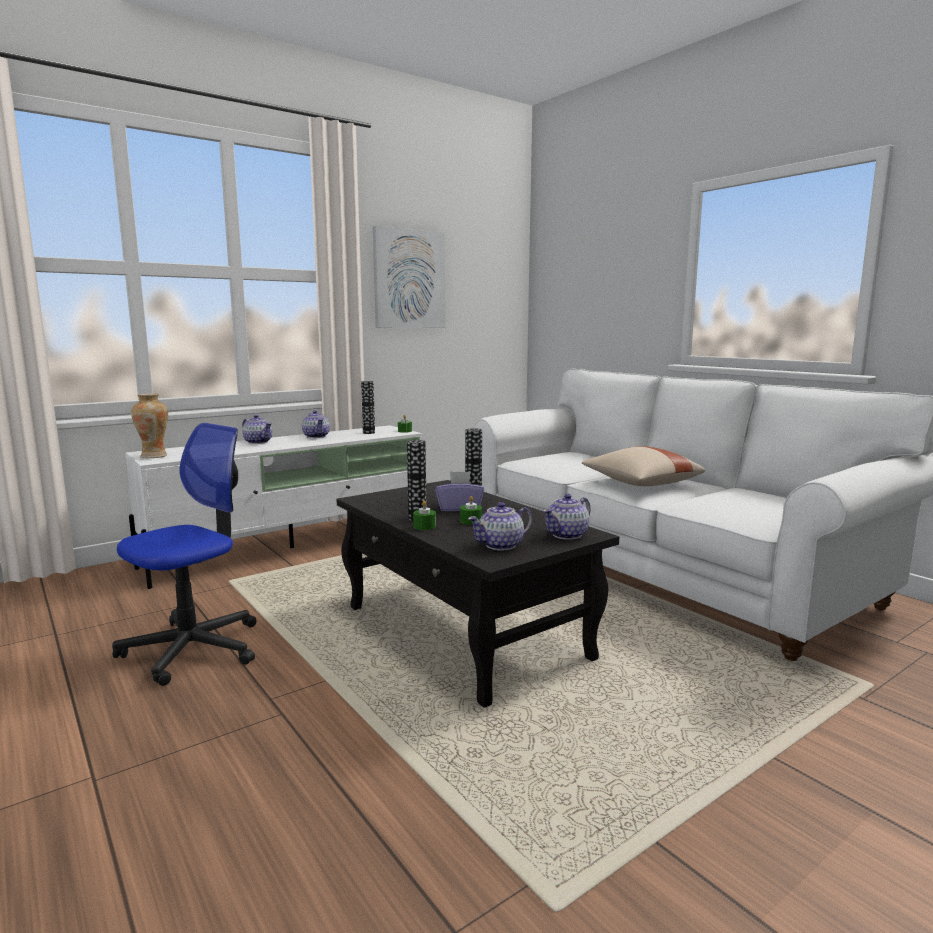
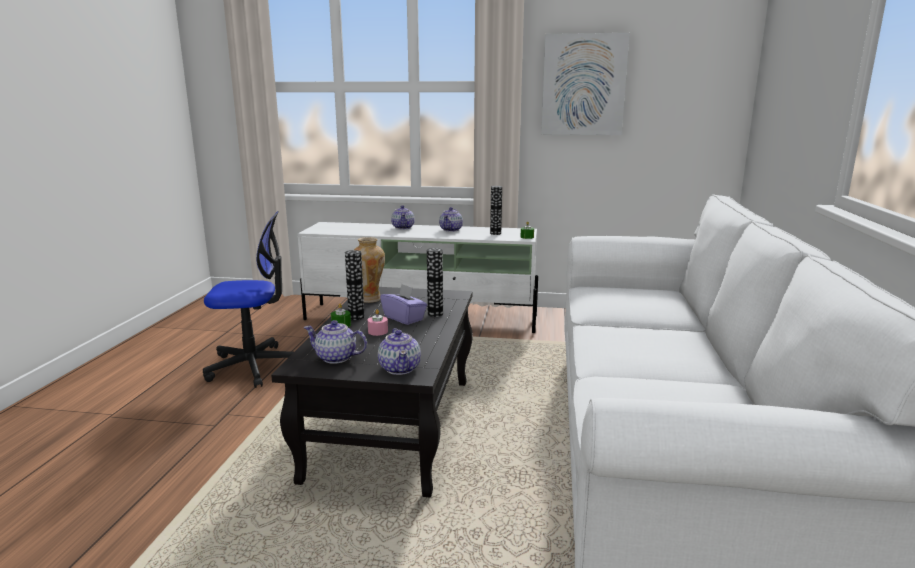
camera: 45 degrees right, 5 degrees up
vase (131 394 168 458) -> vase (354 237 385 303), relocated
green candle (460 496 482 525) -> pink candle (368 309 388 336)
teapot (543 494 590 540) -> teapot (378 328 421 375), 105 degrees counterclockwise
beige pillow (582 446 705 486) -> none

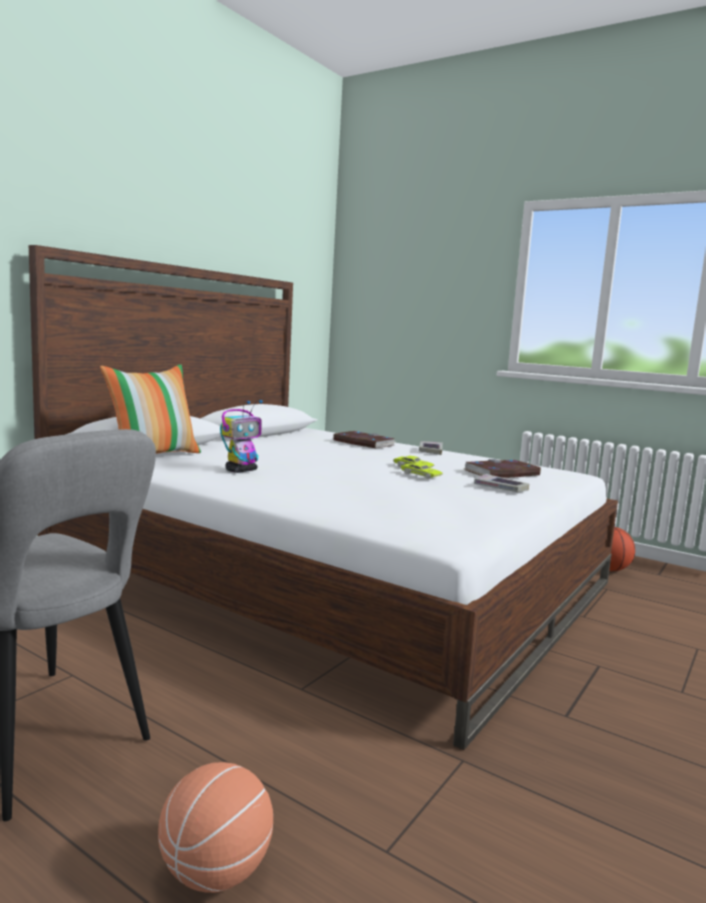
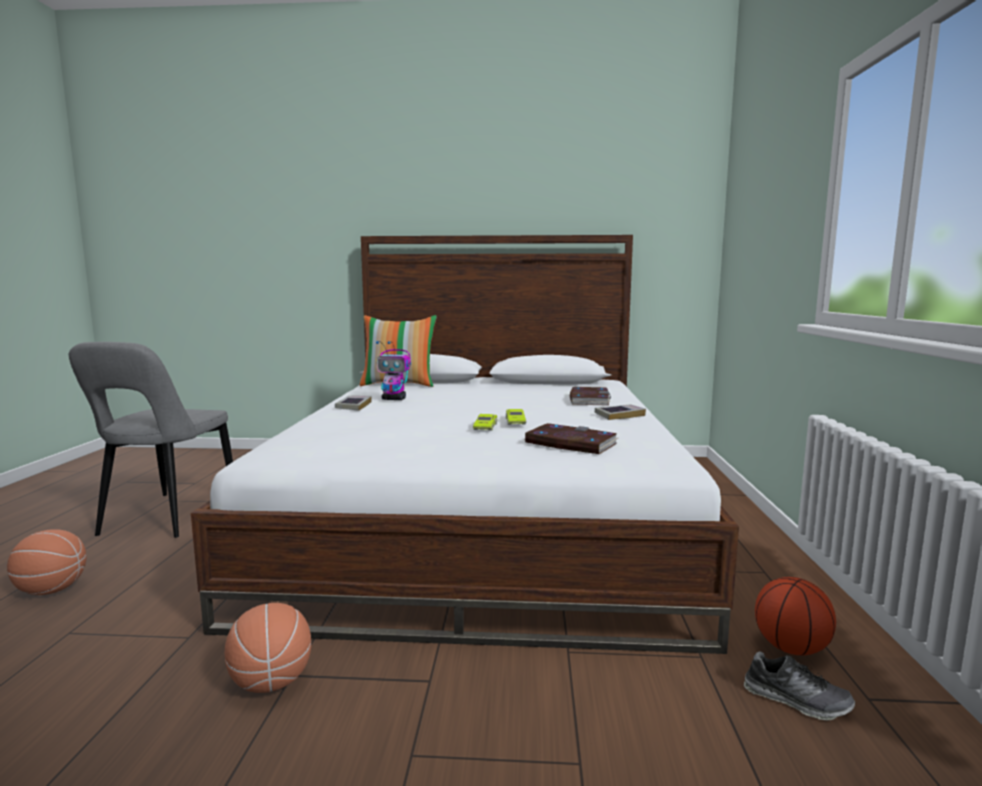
camera: 60 degrees right, 0 degrees up
book (474 474 529 492) -> book (335 396 372 411), relocated
none -> basketball (225 603 311 693)
none -> shoe (744 652 855 721)

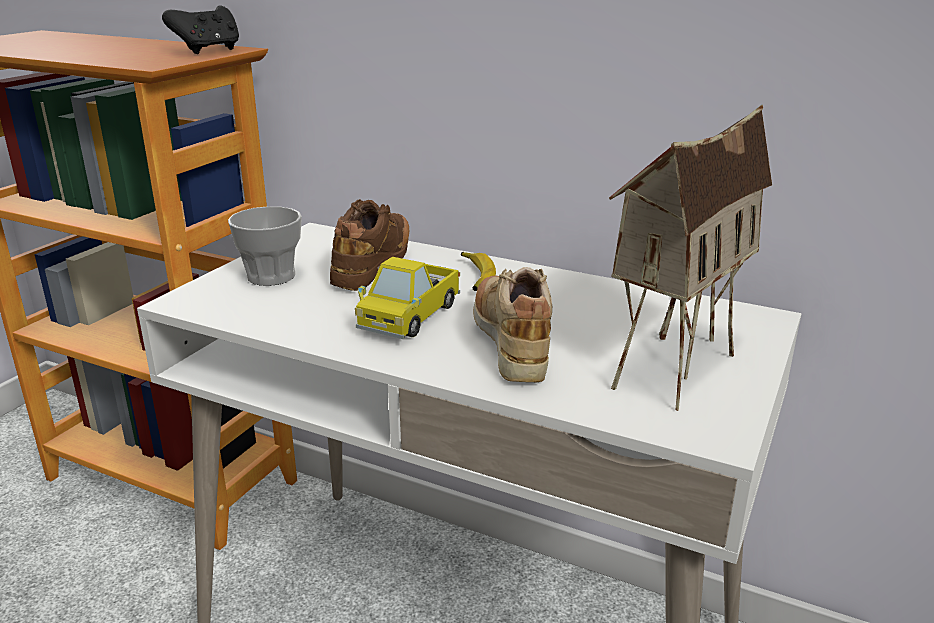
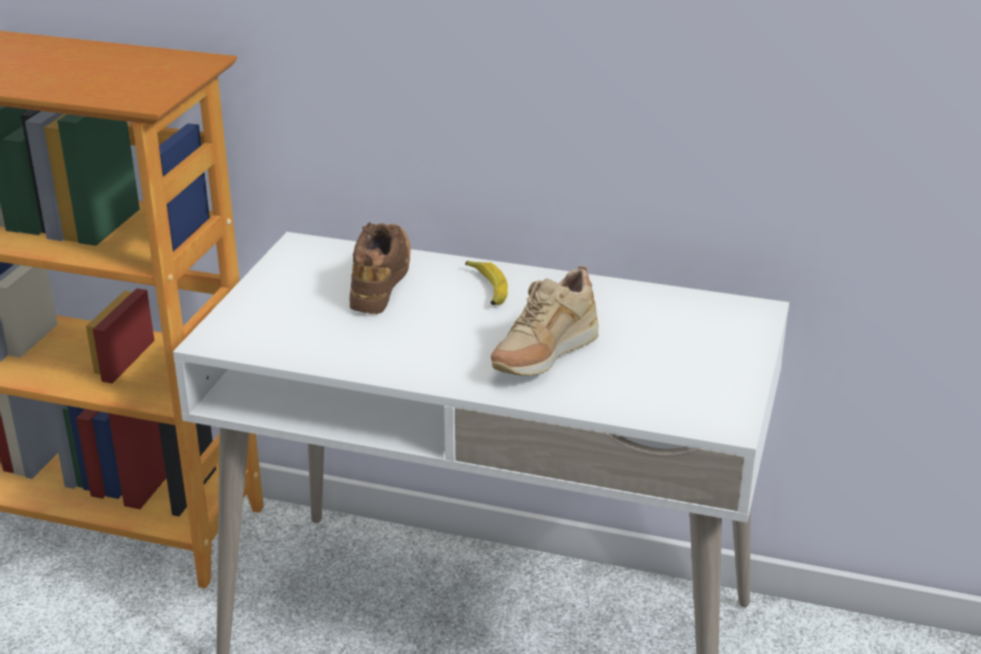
camera: 10 degrees left, 5 degrees up
black game controller (162 6 239 54) -> none
cup (228 206 302 286) -> none
toy truck (355 257 460 339) -> none
beige shoe (473 267 552 382) -> beige shoe (491 266 598 376), 120 degrees counterclockwise
toy house (609 105 772 411) -> none

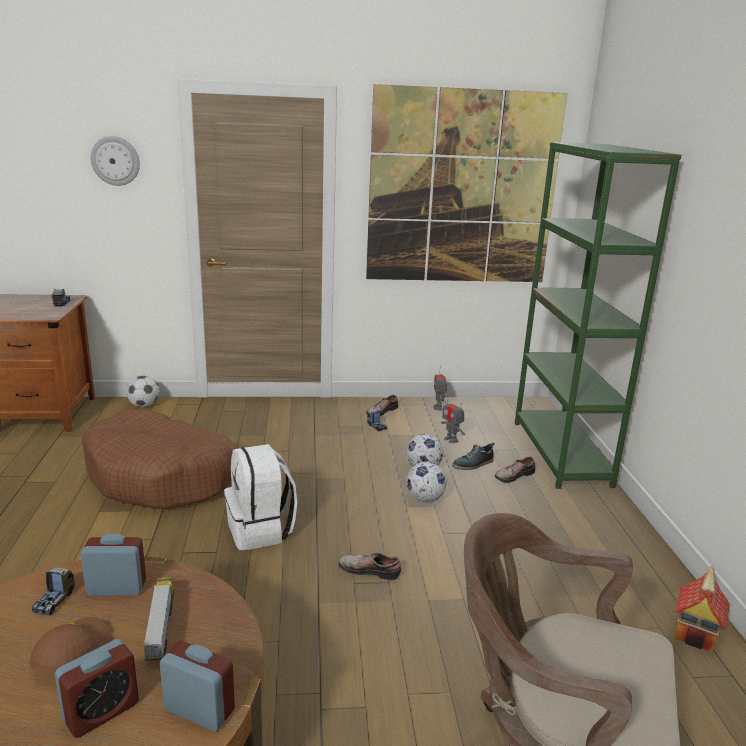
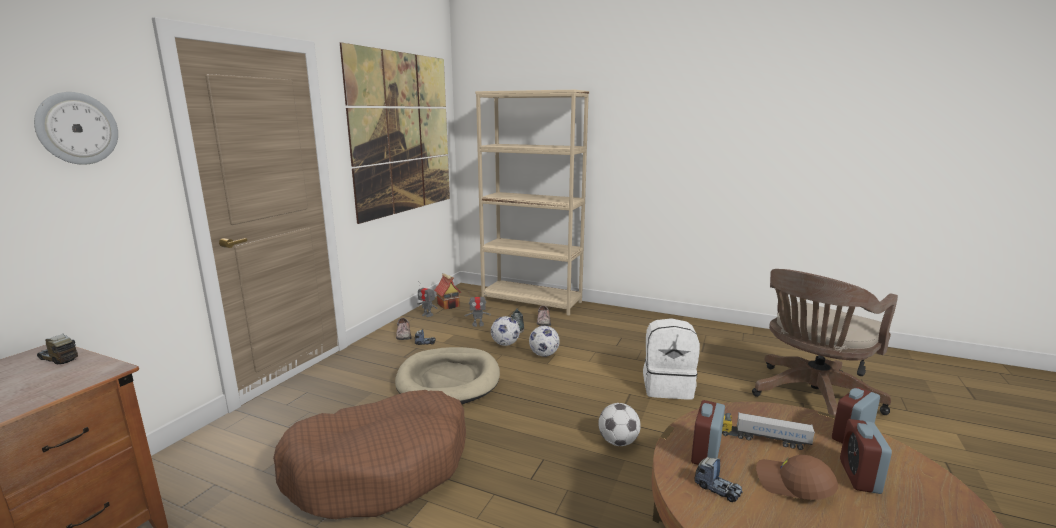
camera: 60 degrees left, 5 degrees down
alarm clock (55 639 139 738) -> alarm clock (840 419 892 494), 150 degrees counterclockwise
football (126 376 159 407) -> football (598 403 641 446), relocated
white backpack (224 444 297 550) -> white backpack (643 318 700 399), relocated
shoe (339 553 401 580) -> none
green bookcase (515 142 681 489) -> beige bookcase (475 90 589 316)
toy house (675 565 729 652) -> toy house (434 273 461 310), relocated
none -> beige dog bed (395 347 500 404)

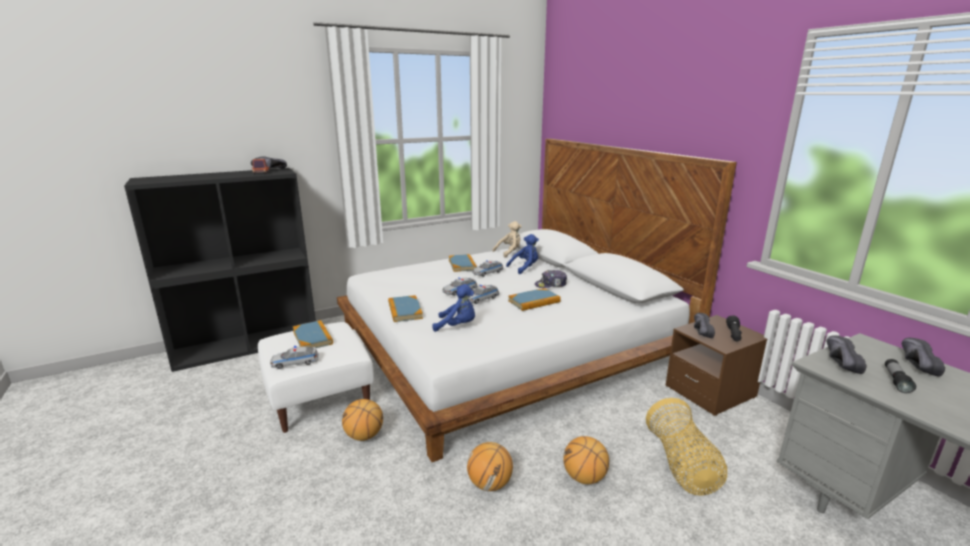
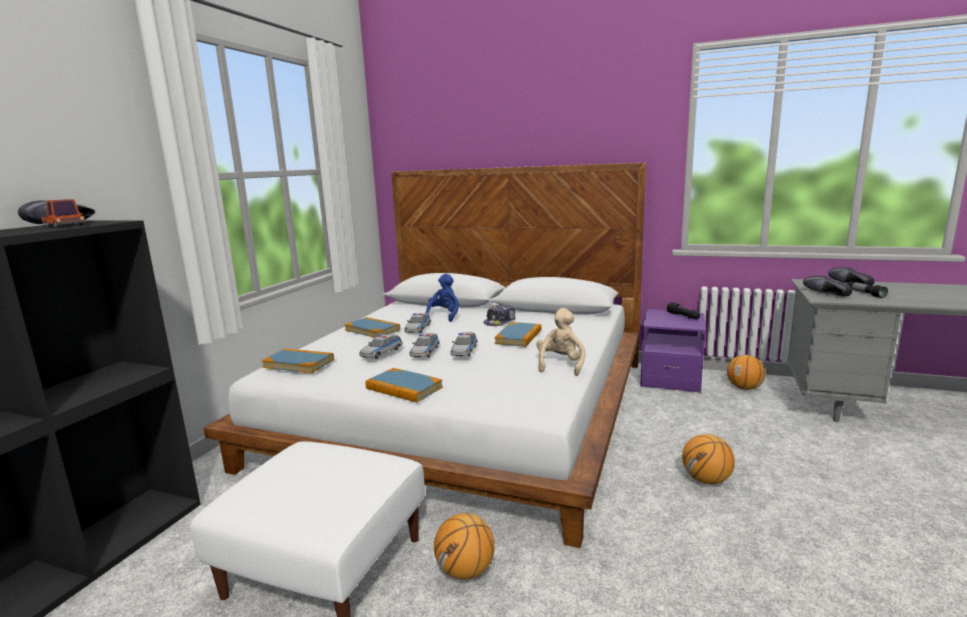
camera: 40 degrees left, 5 degrees down
toy car (270 346 319 369) -> toy car (359 334 403 359), relocated
book (293 320 333 348) -> book (262 348 334 373), relocated
blue plush toy (433 284 475 332) -> none
basketball (467 442 513 491) -> basketball (727 355 766 390), relocated
beige plush toy (492 221 522 257) -> beige plush toy (536 308 585 376), relocated
basket (646 398 727 495) -> none
brown nightstand (665 315 767 416) -> purple nightstand (640 309 706 393)
black shoe (694 313 715 338) -> none

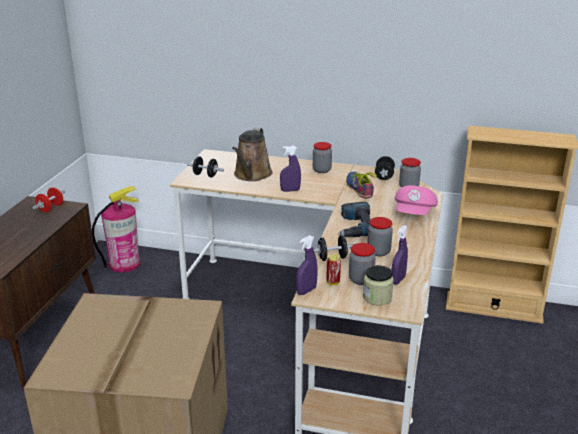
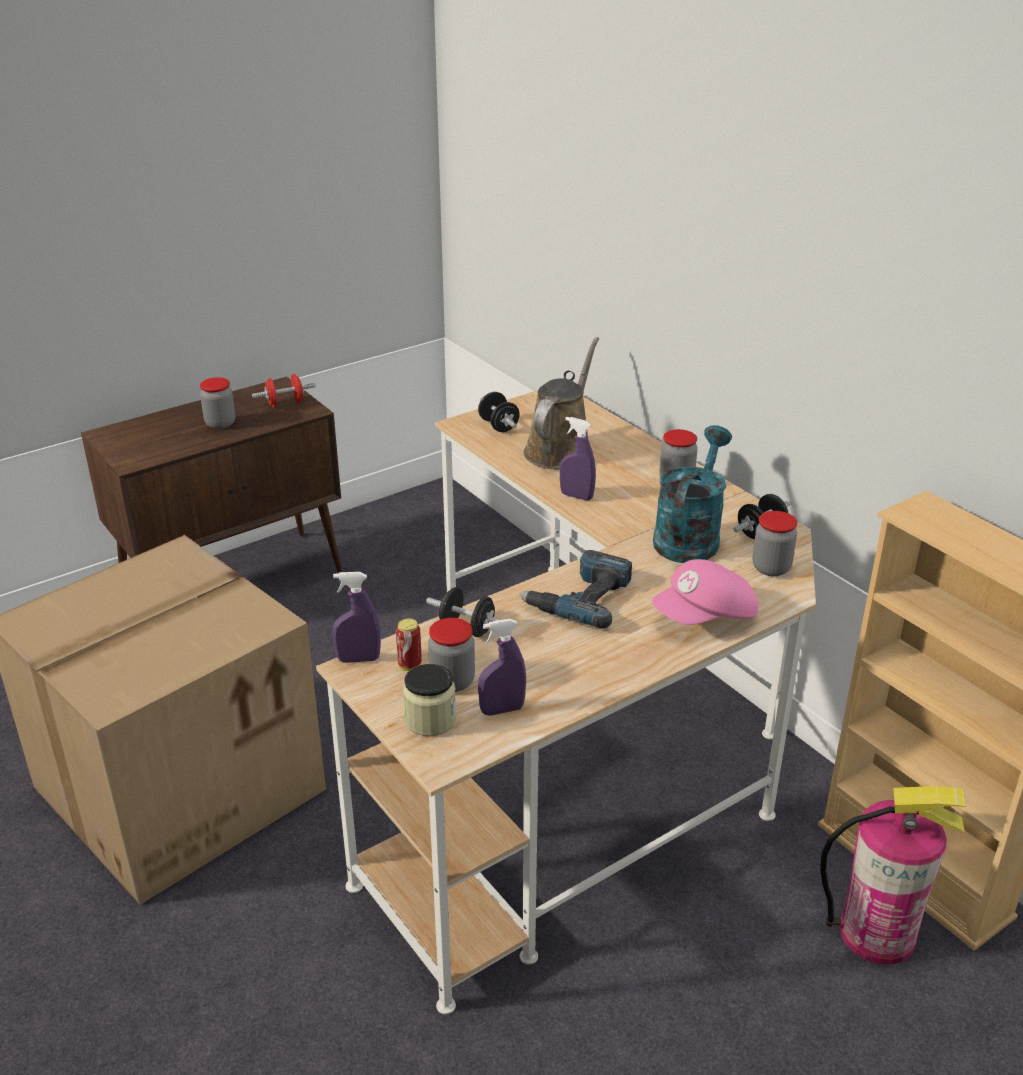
camera: 40 degrees right, 5 degrees up
fire extinguisher (92 186 140 272) -> fire extinguisher (820 786 966 965), relocated
brown watering can (232 128 273 181) -> brown watering can (524 337 599 469), 150 degrees clockwise
shoe (346 172 377 198) -> turquoise watering can (653 425 732 563)
jar (367 217 393 256) -> jar (200 377 235 429), relocated

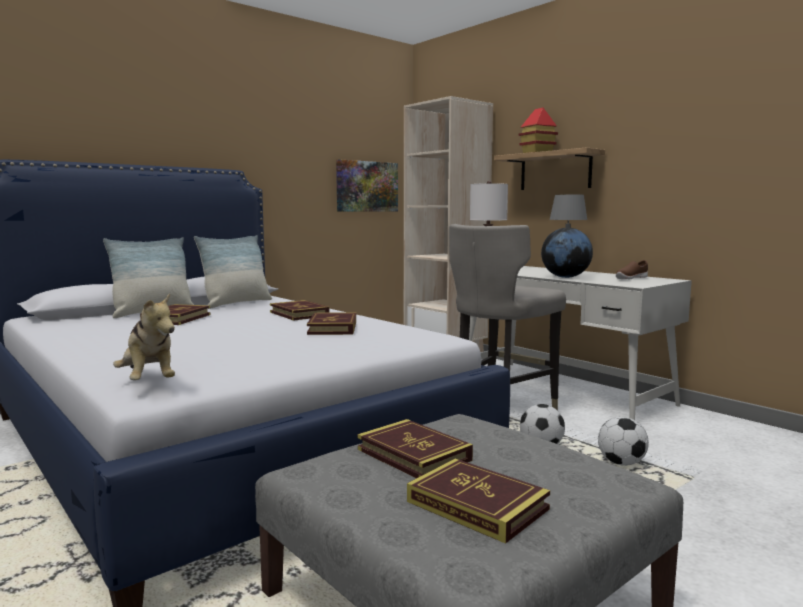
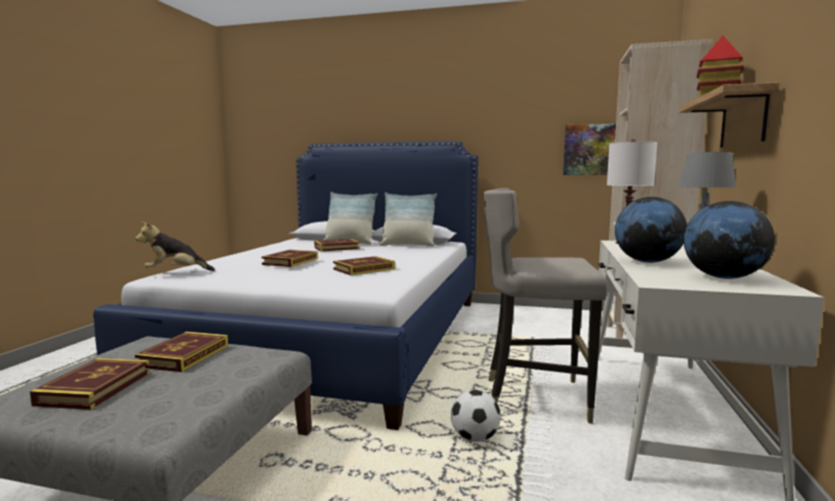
camera: 55 degrees right, 0 degrees up
plush toy (113 293 175 380) -> plush toy (136 222 215 271), 60 degrees clockwise
book (270 300 330 321) -> book (262 250 318 267), relocated
football (598 417 649 466) -> none
brown shoe (616 260 648 279) -> globe (684 201 775 279)

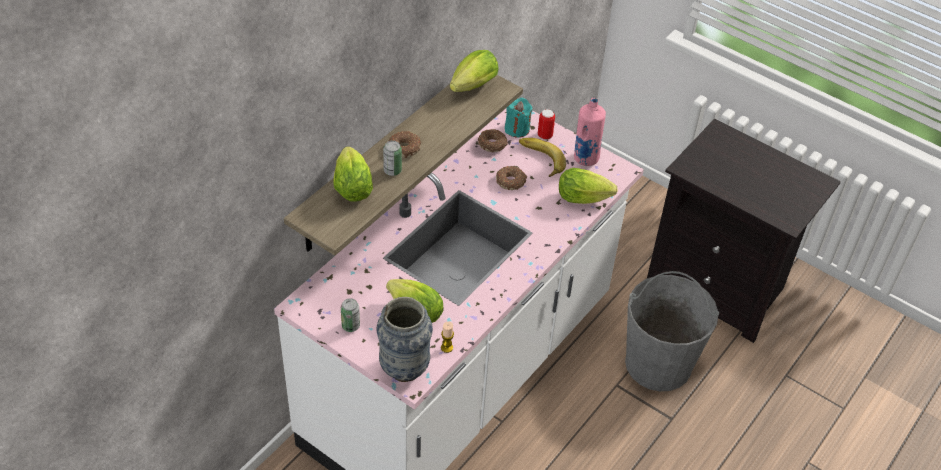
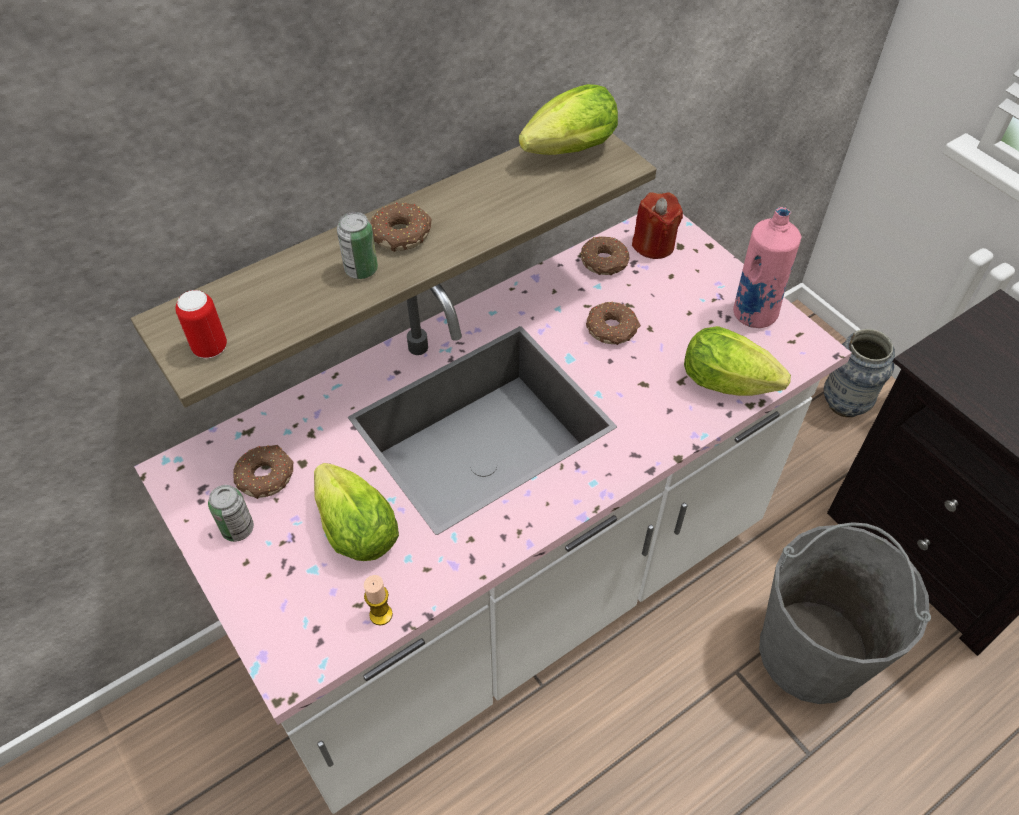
camera: 20 degrees right, 5 degrees up
lettuce (333 146 373 202) -> none
vase (376 297 433 382) -> vase (824 329 895 417), relocated
turquoise candle (505 98 533 138) -> red candle (632 192 683 259)
banana (519 138 566 177) -> none
can (538 109 555 140) -> can (176 290 227 359), relocated
none -> donut (233 445 293 499)

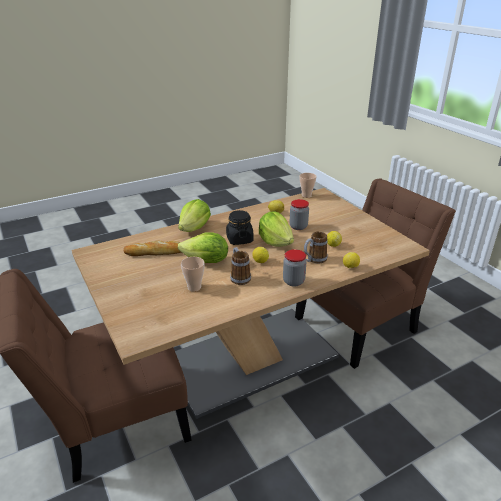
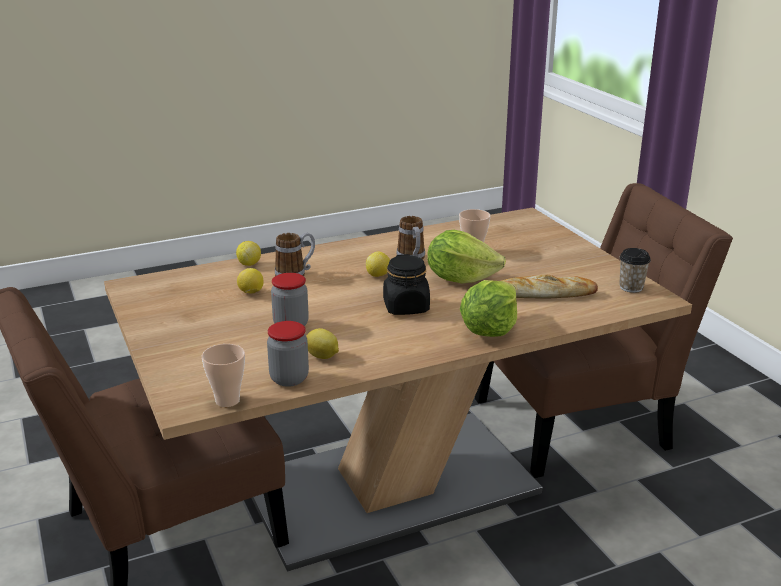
camera: 175 degrees left, 5 degrees down
lettuce (259 211 294 247) -> none
jar (283 249 307 286) -> jar (267 321 309 387), relocated
none -> cup (619 248 651 293)

